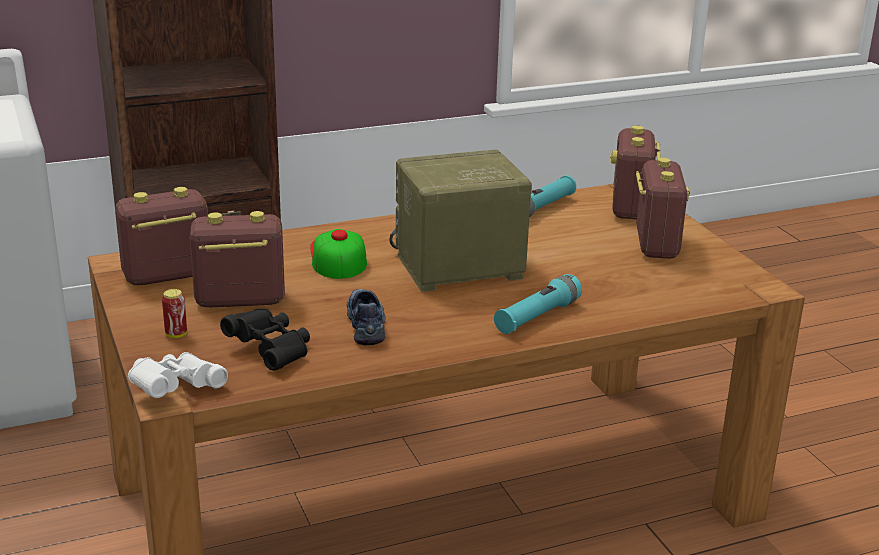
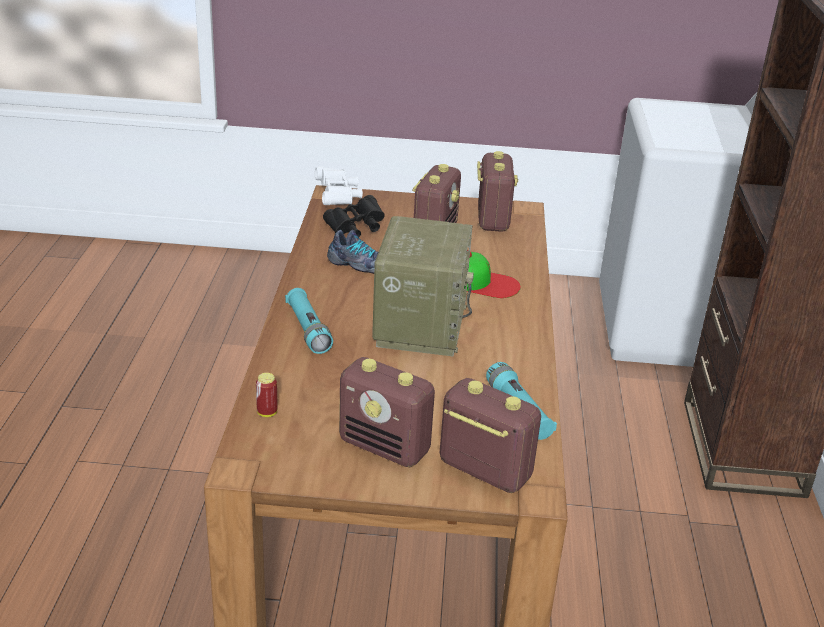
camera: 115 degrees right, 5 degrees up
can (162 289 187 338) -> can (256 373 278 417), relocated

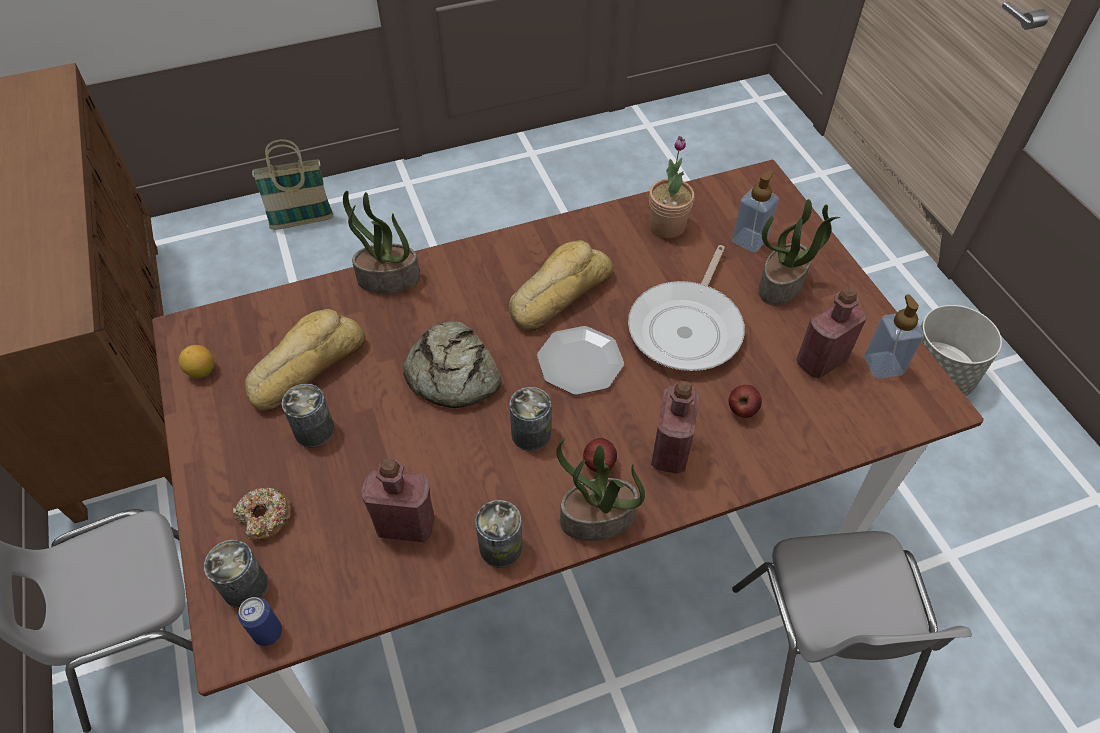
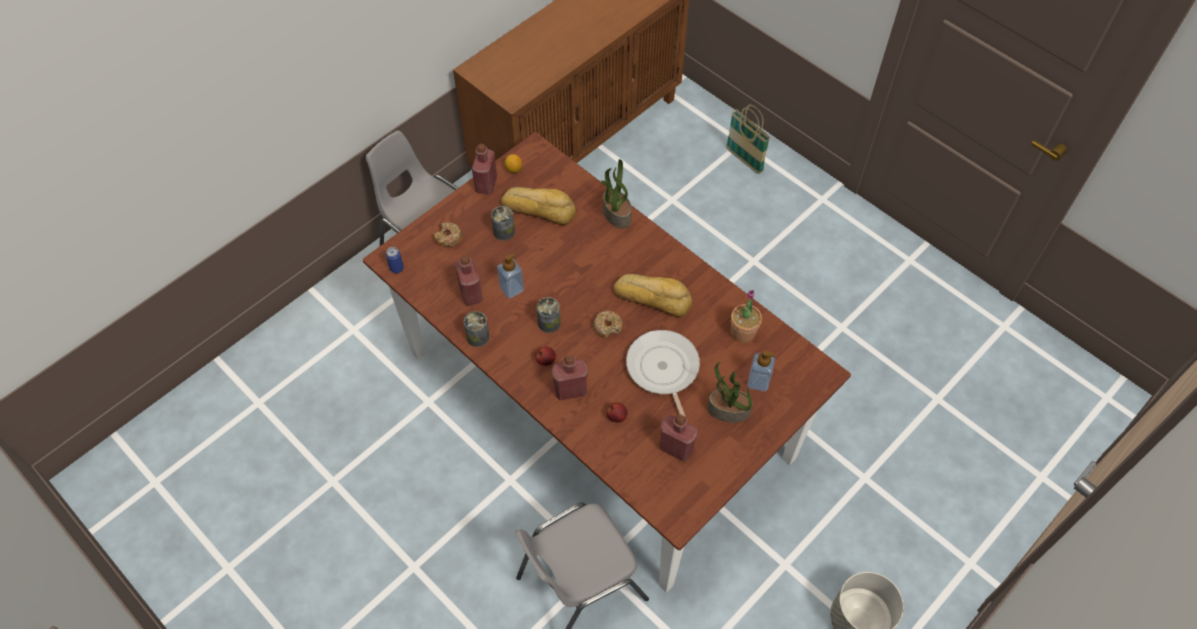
camera: 65 degrees right, 5 degrees up
can (204 540 268 608) -> none
bread (403 320 502 408) -> none
plate (537 326 624 395) -> donut (593 310 623 338)
potted plant (556 438 645 541) -> none
frying pan (628 245 745 371) -> frying pan (626 330 700 423), 75 degrees clockwise
soap dispenser (864 294 924 379) -> soap dispenser (497 253 524 298), relocated
none -> red bottle (472 144 497 195)

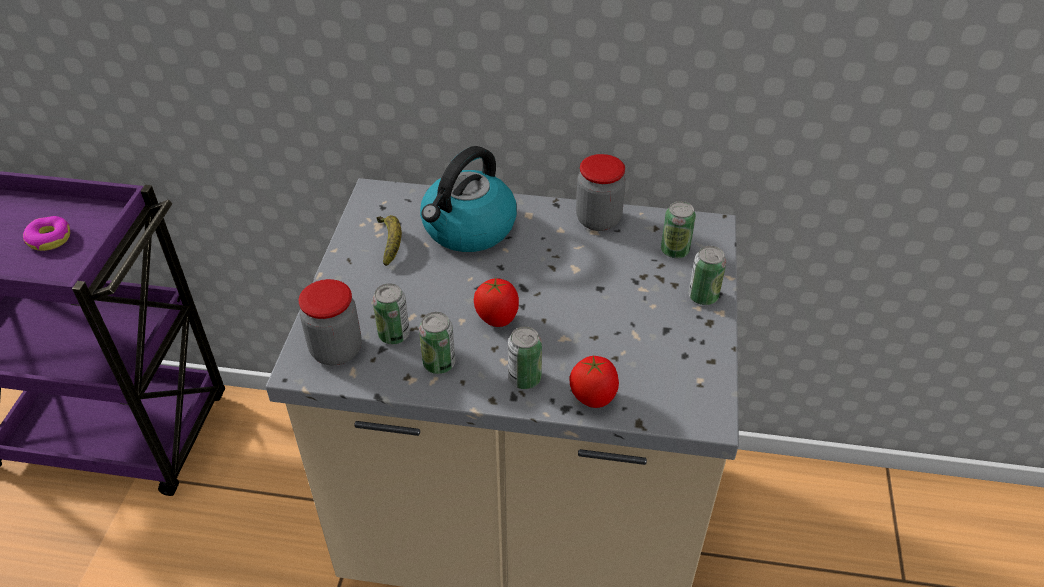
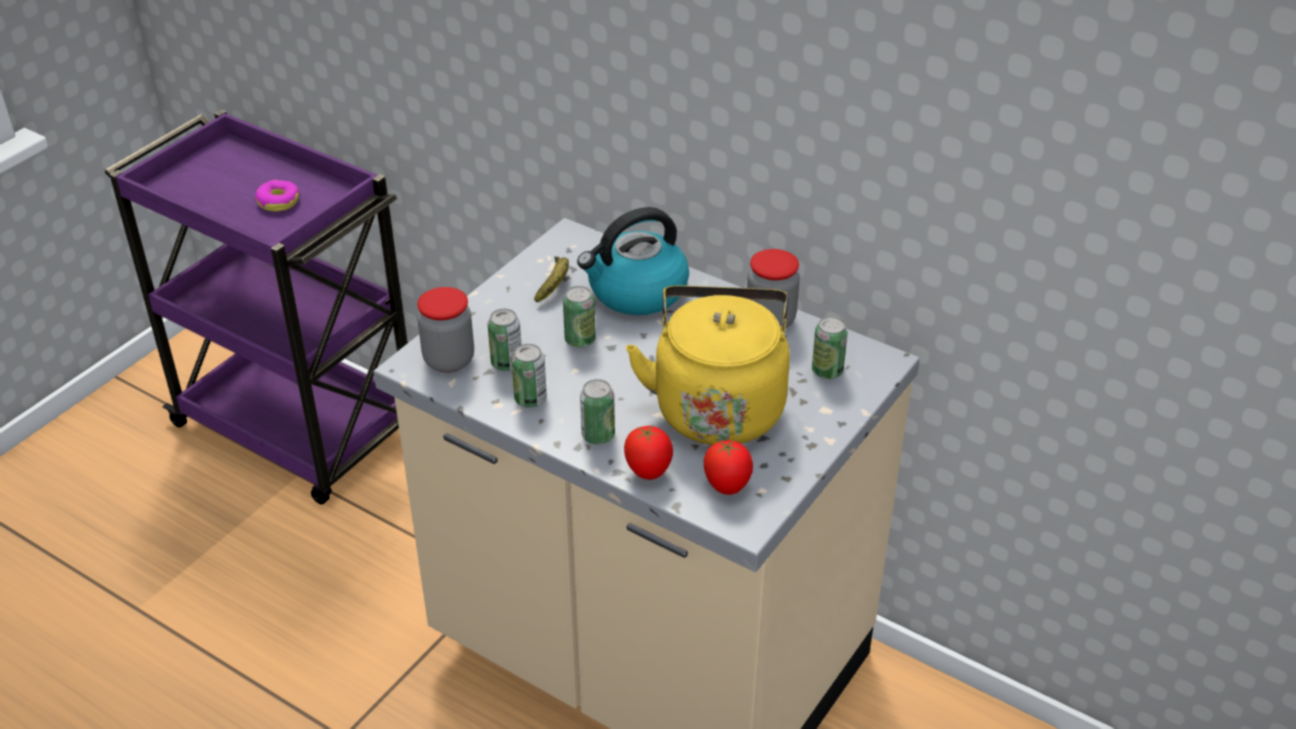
camera: 25 degrees right, 5 degrees down
tomato (474 278 519 327) -> tomato (704 440 753 495), relocated
can (689 246 726 305) -> can (563 286 596 348), relocated
none -> yellow kettle (626 285 790 445)

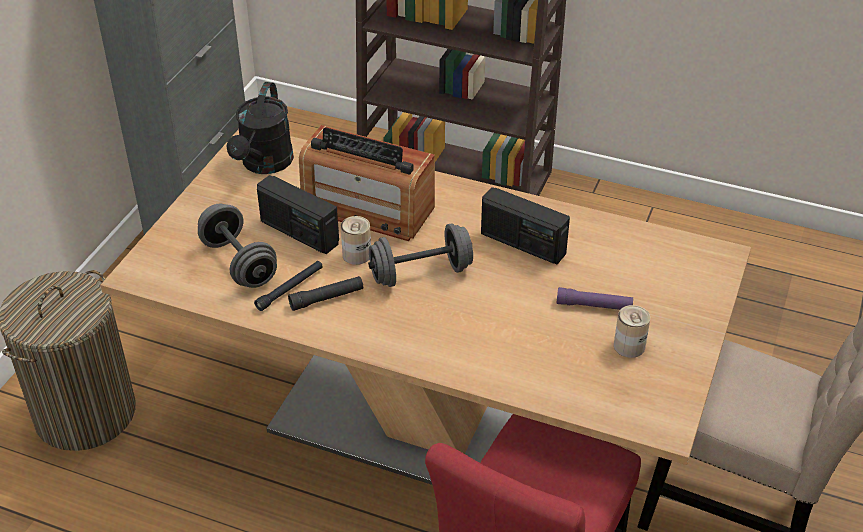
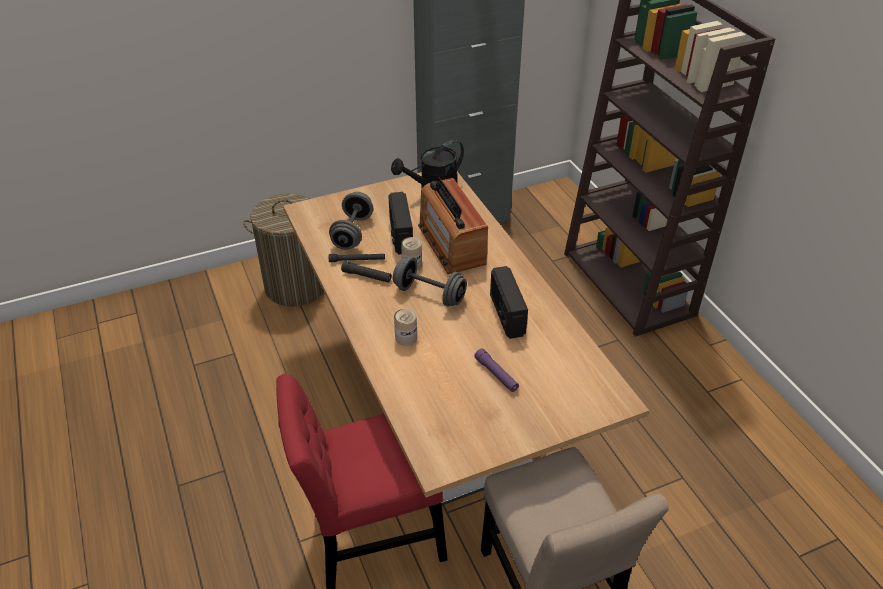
camera: 45 degrees right, 0 degrees up
can (614 305 650 358) -> can (394 308 417 346), relocated

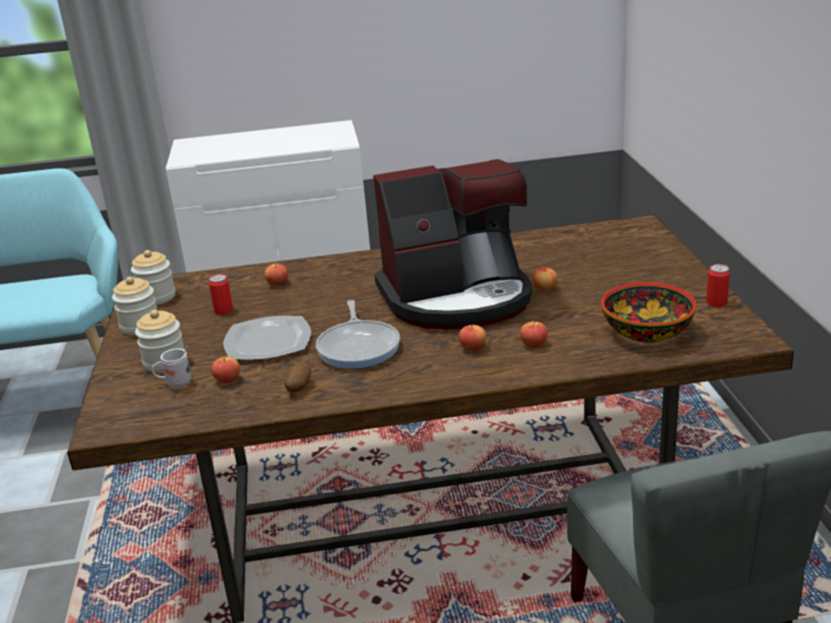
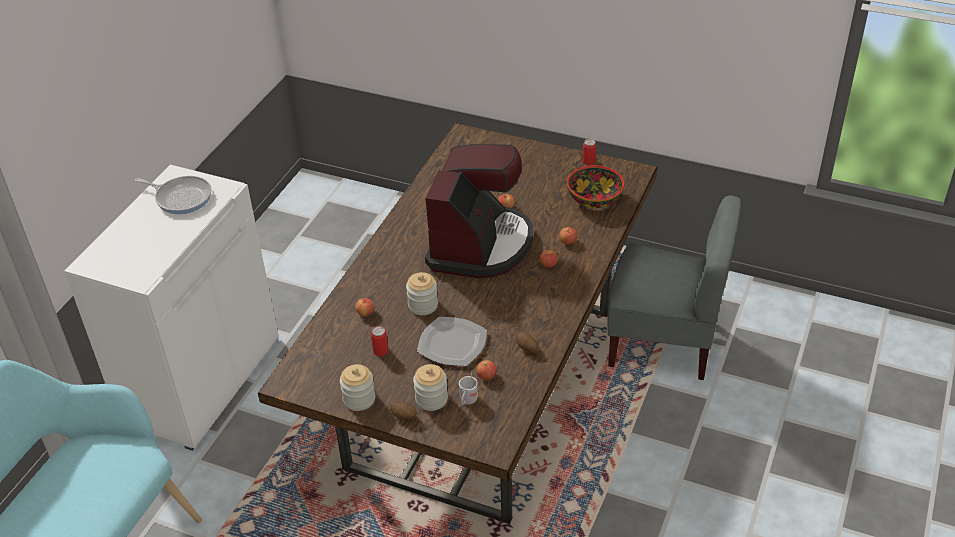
camera: 60 degrees left, 15 degrees up
jar (131 250 176 305) -> jar (406 272 438 315), relocated
frying pan (316 300 400 369) -> frying pan (135 176 212 214), relocated
none -> potato (390 402 417 419)

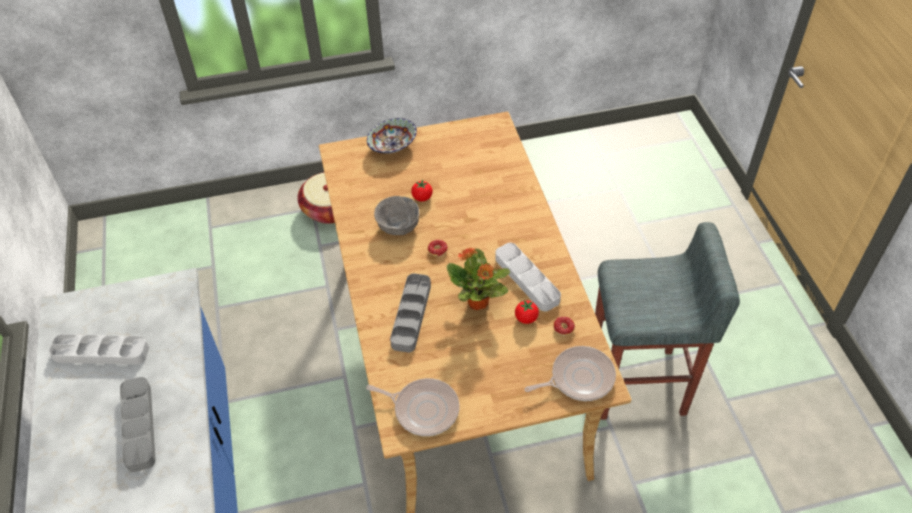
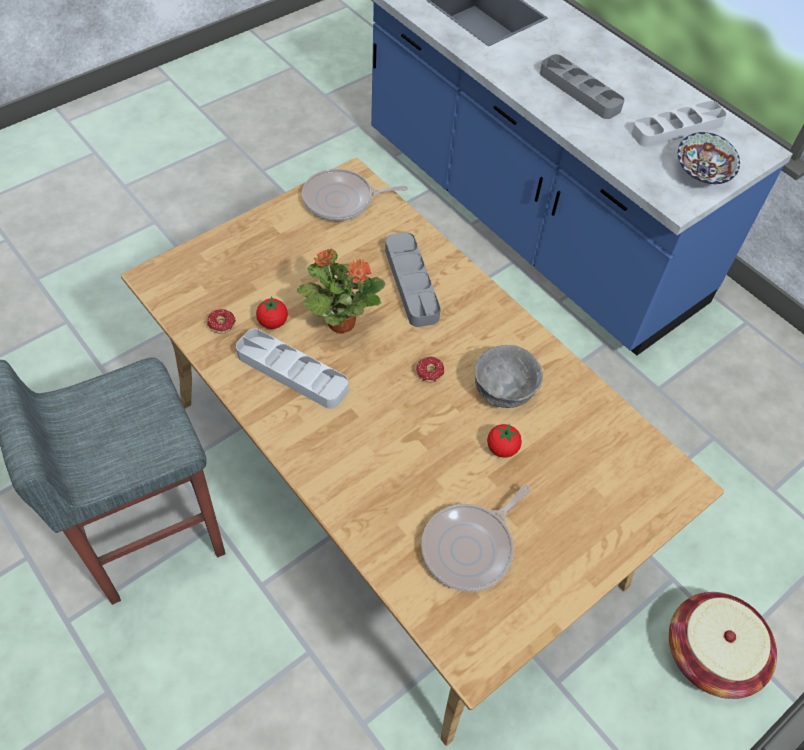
camera: 150 degrees right, 5 degrees up
bowl (367 118 417 154) -> bowl (678 132 740 184), relocated
frying pan (525 346 616 401) -> frying pan (421 485 530 592), relocated

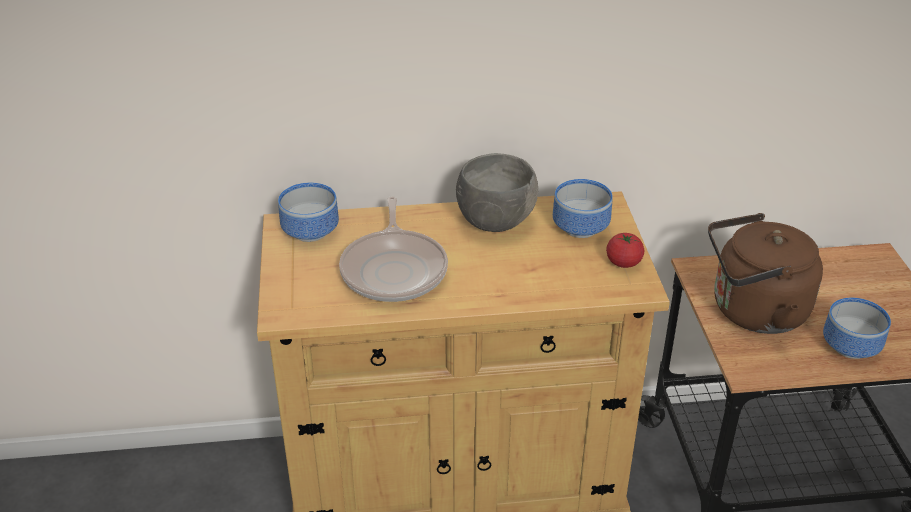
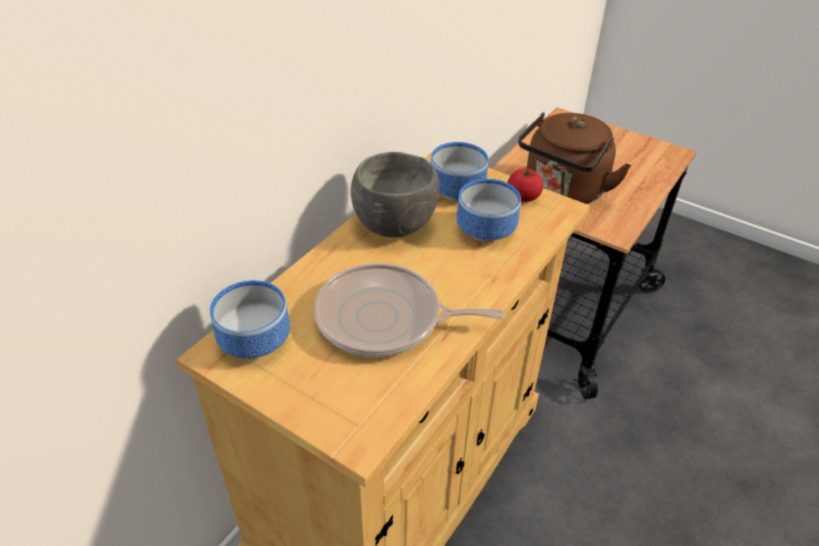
camera: 50 degrees left, 5 degrees up
frying pan (339 196 448 302) -> frying pan (314 263 505 357), 150 degrees clockwise
bowl (823 298 891 359) -> bowl (457 179 521 242), relocated

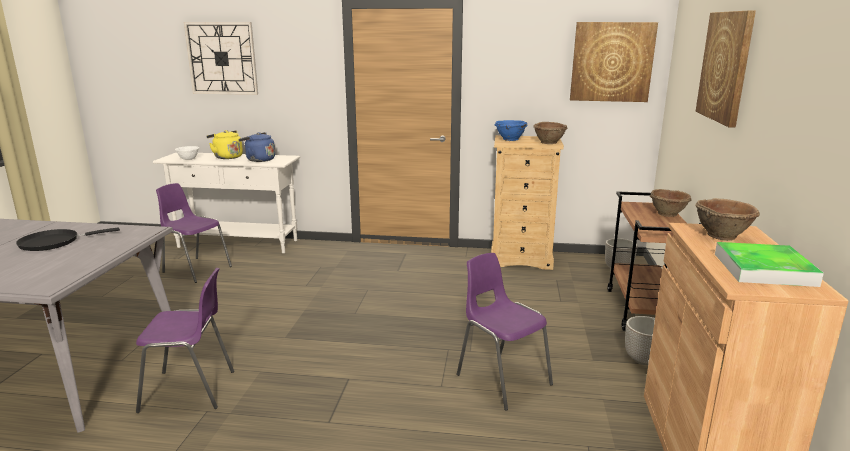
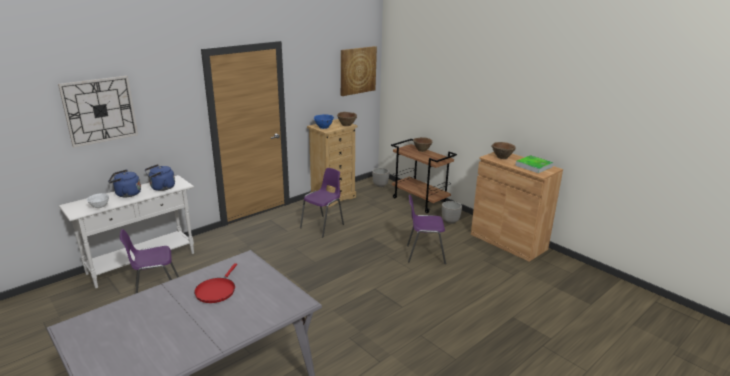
camera: 50 degrees left, 5 degrees up
black frying pan (16 227 120 251) -> red frying pan (194 263 237 303)
purple chair (136 268 234 413) -> purple chair (300 168 344 237), relocated
yellow kettle (207 130 243 159) -> blue kettle (108 170 141 197)
picture (696 10 756 128) -> none

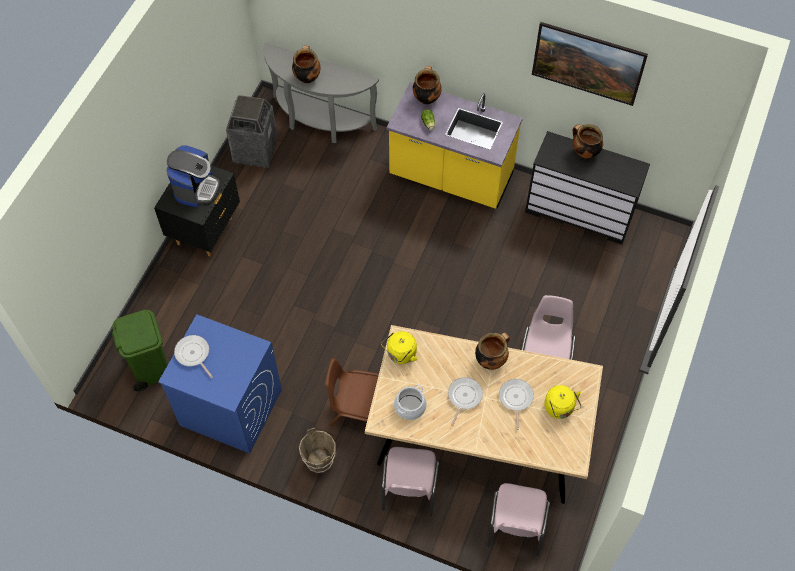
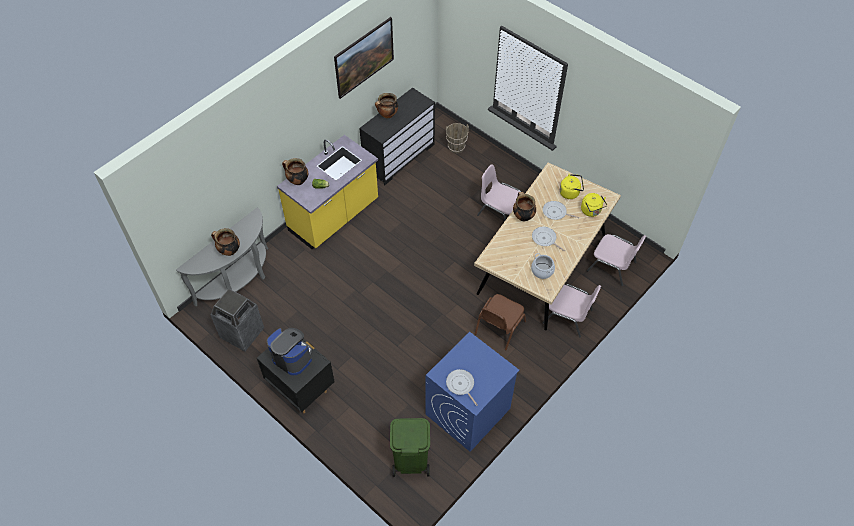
camera: 70 degrees left, 5 degrees down
frying pan (174 335 213 378) -> frying pan (446 369 478 406), 75 degrees clockwise
brown bucket (299 428 336 473) -> brown bucket (446 123 469 153), relocated
yellow kettle (381 331 417 364) -> yellow kettle (581 193 607 217), relocated

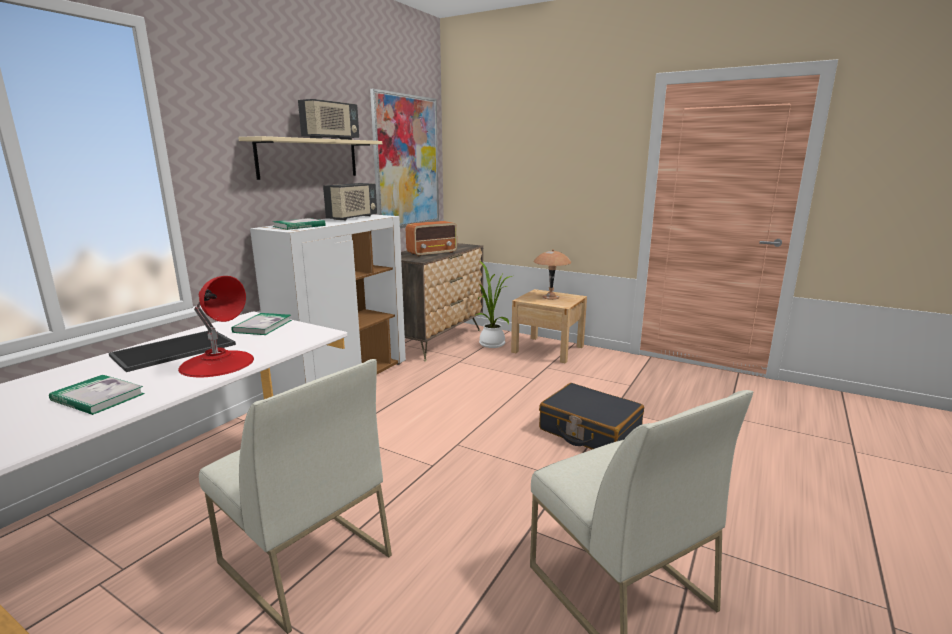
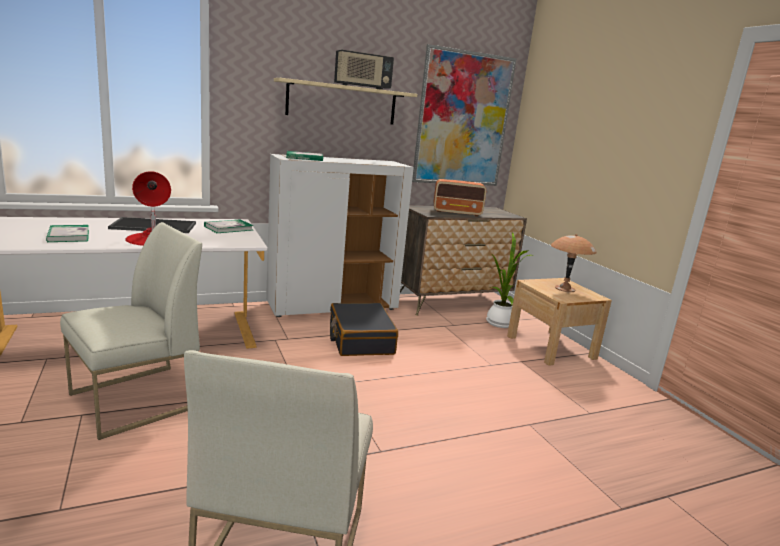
camera: 35 degrees right, 0 degrees up
white chair (199 359 392 634) -> white chair (60 222 202 440), 120 degrees counterclockwise
radio (323 183 377 220) -> none
black suitcase (539 383 644 449) -> black suitcase (330 303 398 356), relocated

